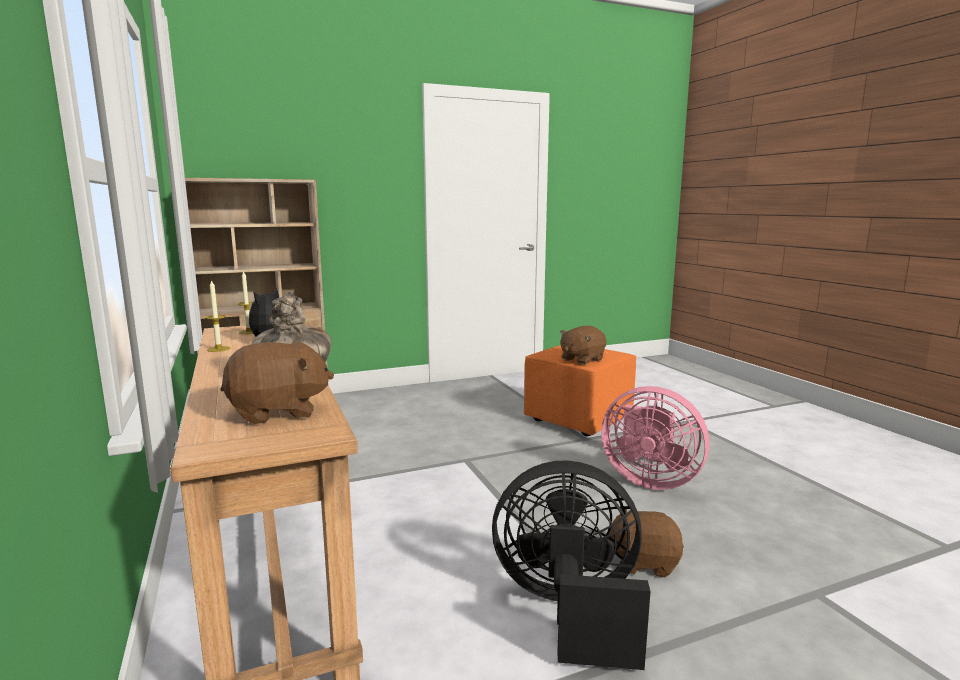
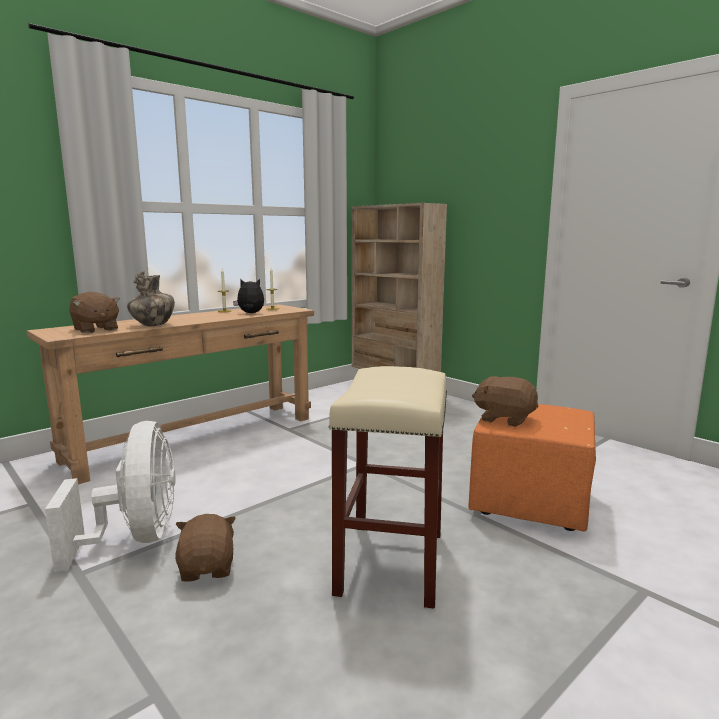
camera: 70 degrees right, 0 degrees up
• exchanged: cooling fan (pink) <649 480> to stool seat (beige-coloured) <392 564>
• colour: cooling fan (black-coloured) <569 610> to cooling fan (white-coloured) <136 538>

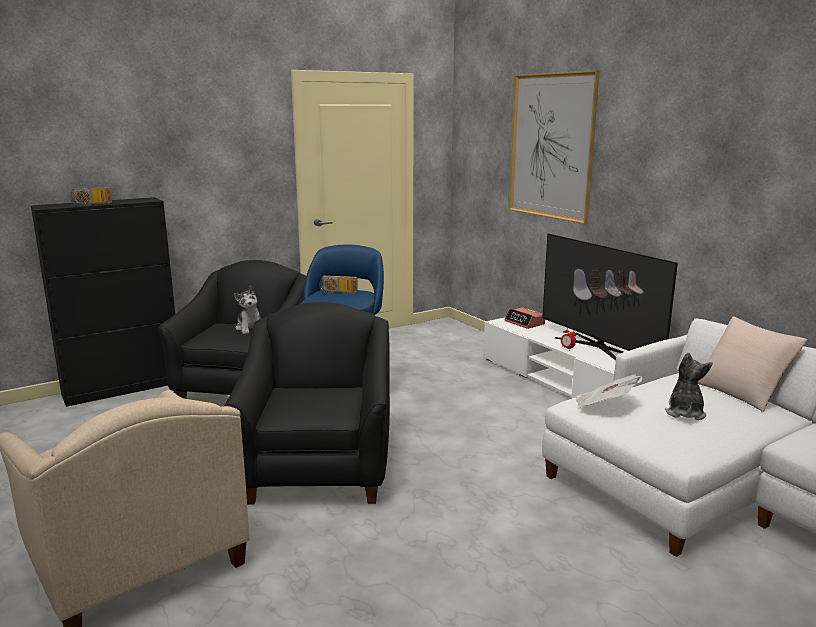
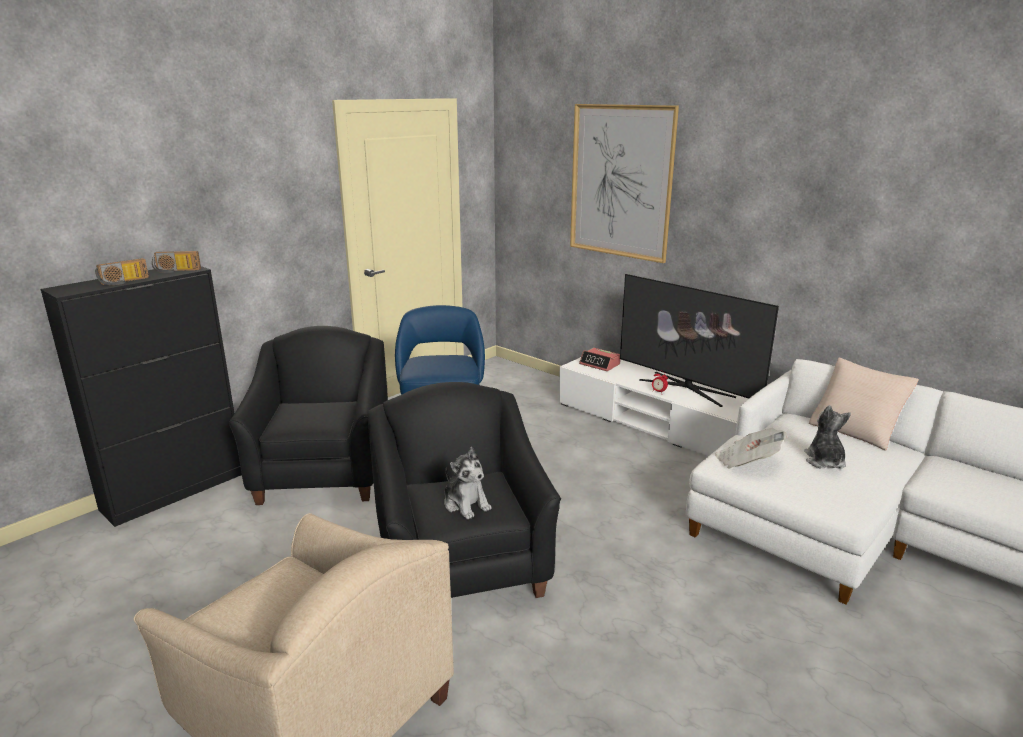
camera: 15 degrees left, 5 degrees up
• relocated: cuddly toy <250 328> to <466 504>
• relocated: radio receiver <337 292> to <176 271>

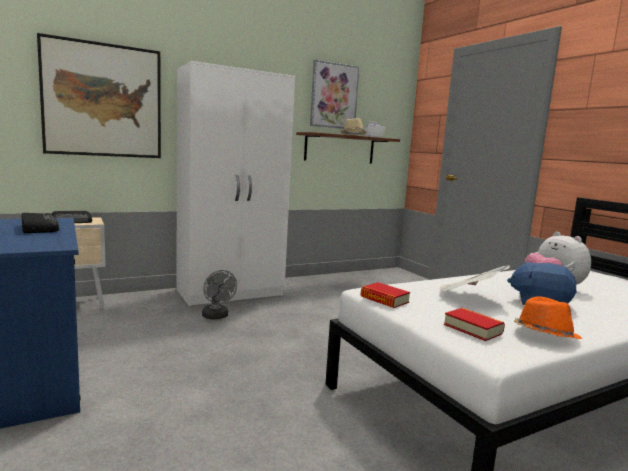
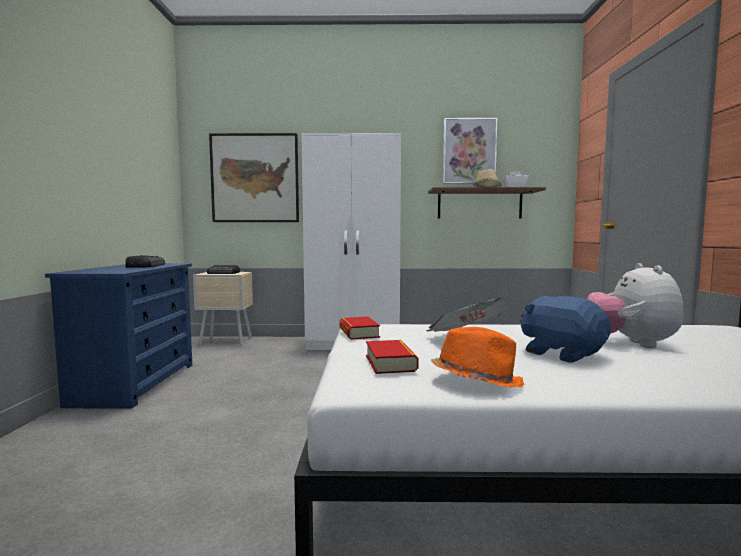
camera: 30 degrees right, 5 degrees down
• missing: cooling fan (greyish) <217 317>

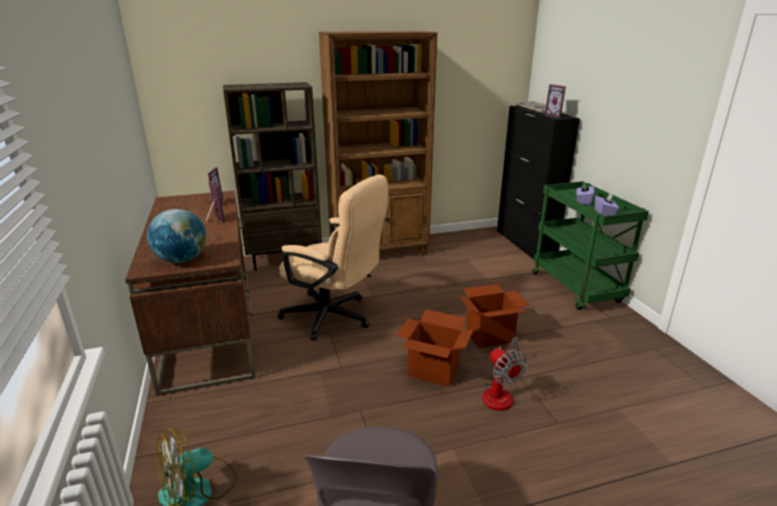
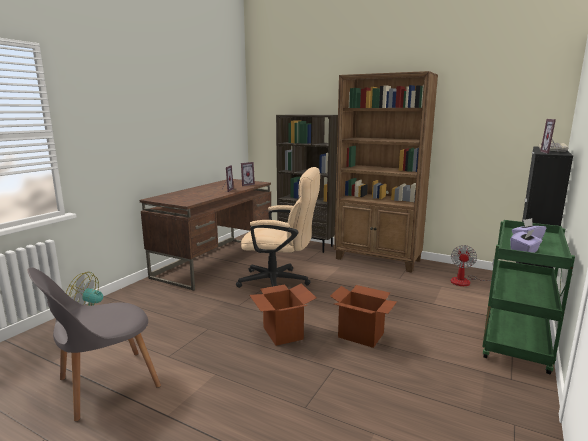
camera: 45 degrees right, 10 degrees down
• missing: globe <182 260>
• relocated: cooling fan <500 392> to <466 281>
• spun: office chair (beige-coloured) <334 318> = <280 282> 60 degrees counterclockwise

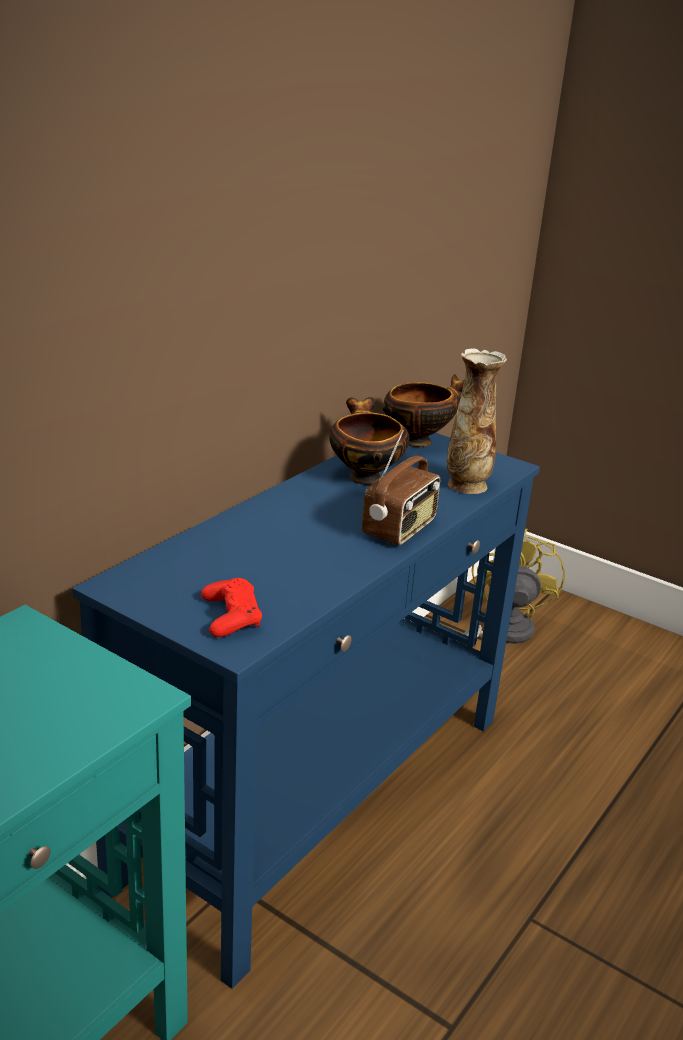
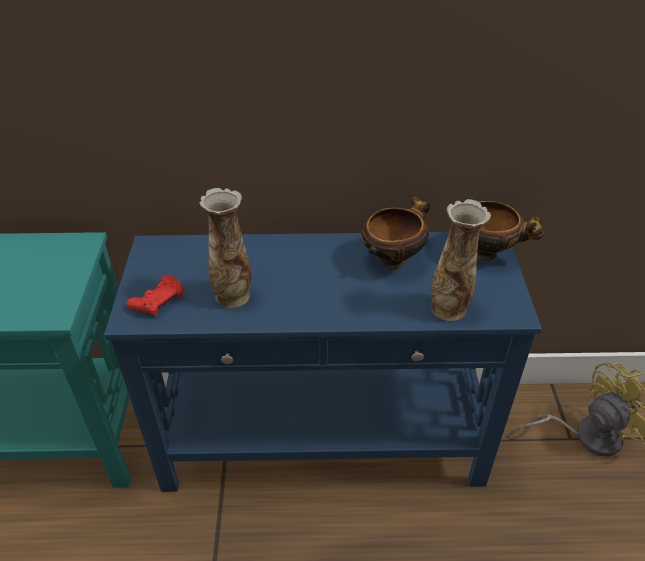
camera: 55 degrees right, 15 degrees up
• missing: radio receiver <400 529>
• appeared: decorative vase <232 295>

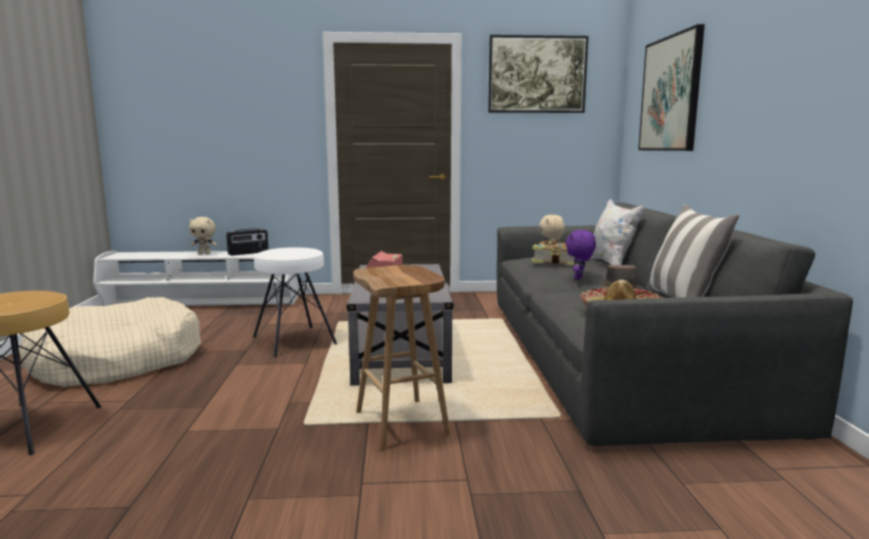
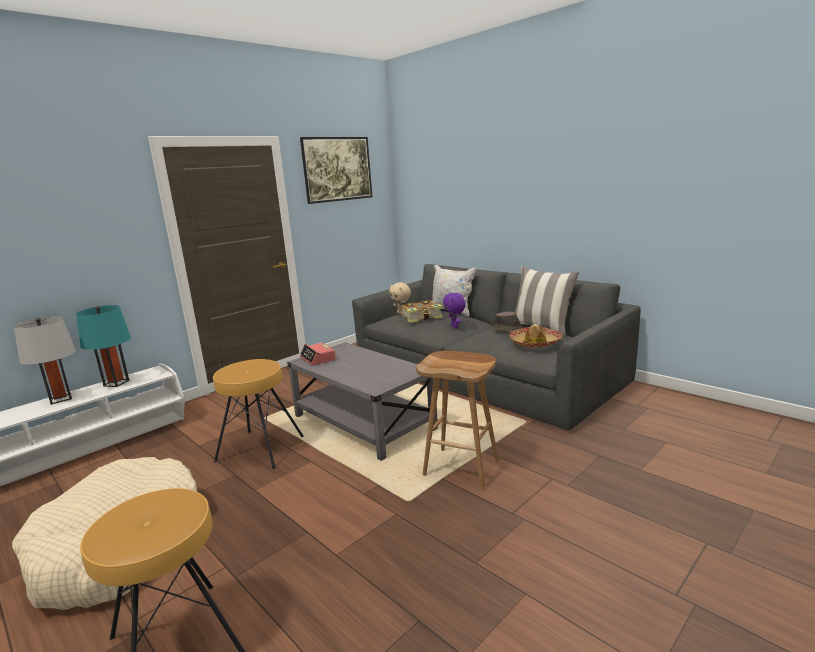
camera: 40 degrees left, 5 degrees up
• missing: picture <670 94>
• exchanged: cuddly toy (beige-coloured) <205 253> to lamp for a table (greyish) <61 399>
• exchanged: radio receiver <248 253> to lamp for a table (turquoise) <116 383>
• colour: stool seat (white-coloured) <293 341> to stool seat (brownish) <260 449>

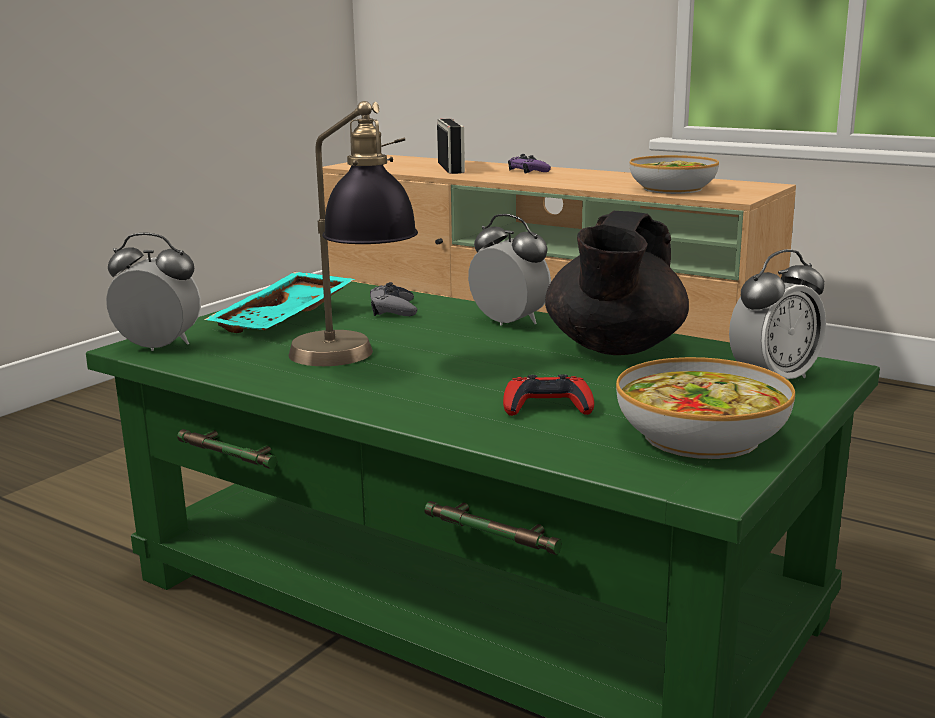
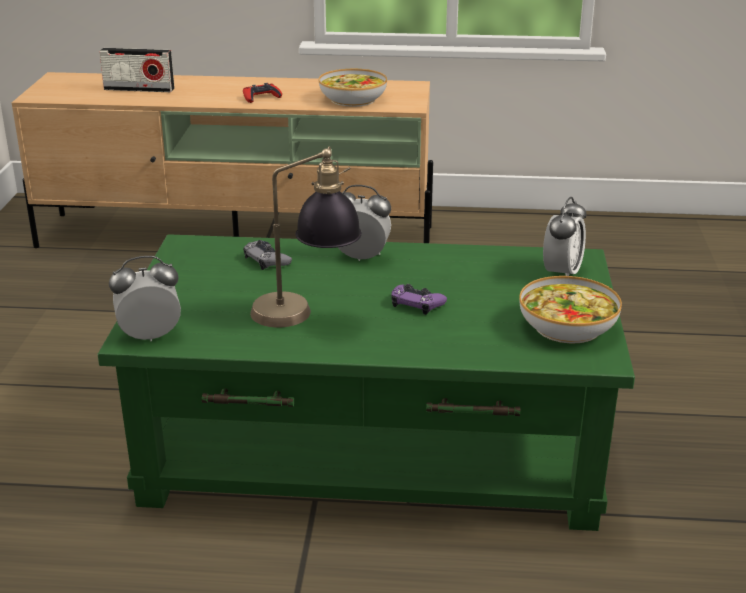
camera: 30 degrees left, 10 degrees up
• missing: serving tray (turquoise) <286 319>
• missing: tea pot (black-coloured) <614 348>
• relocated: game controller (red-coloured) <547 407> to <261 97>
• relocated: game controller (purple-coloured) <528 170> to <416 303>
• spun: radio receiver <451 168> = <139 89> 135 degrees clockwise

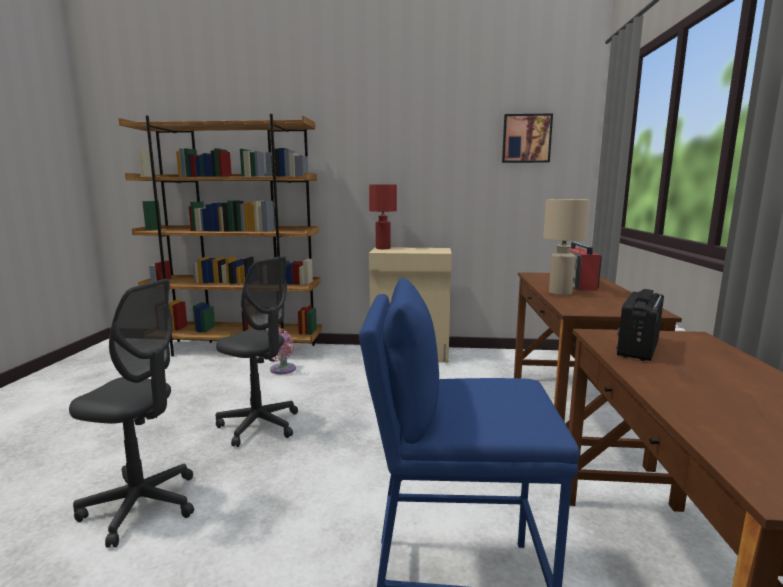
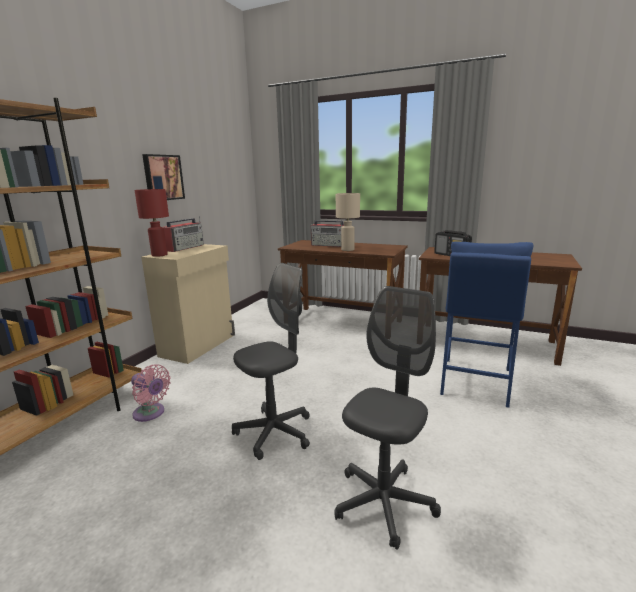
camera: 70 degrees left, 5 degrees up
• appeared: radio receiver <185 248>
• relocated: picture <526 138> to <163 177>

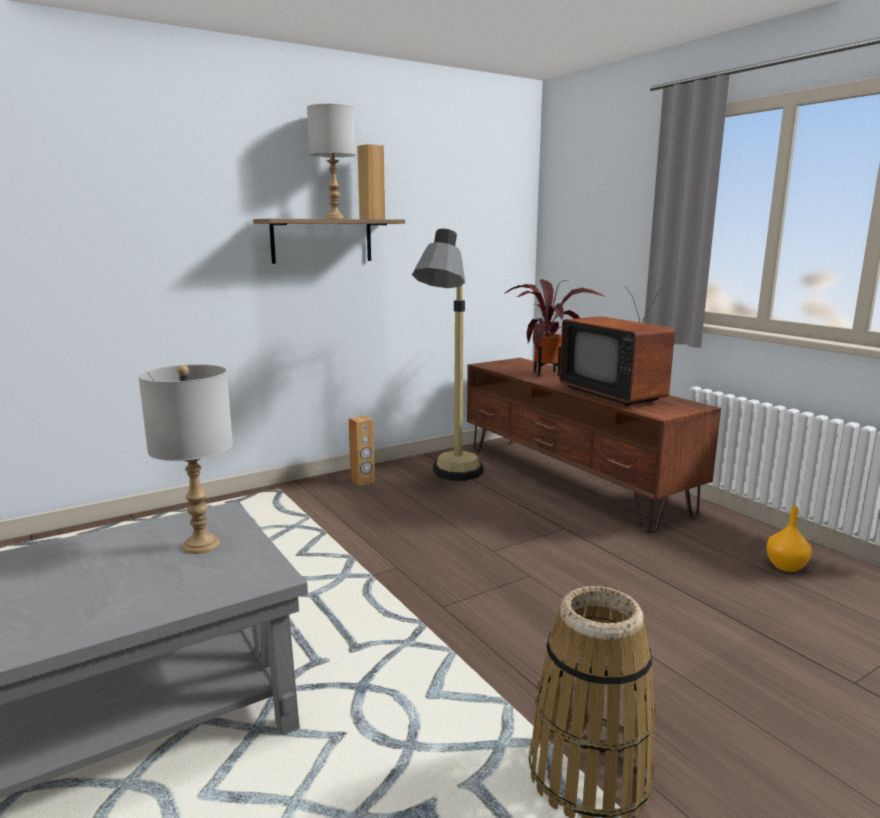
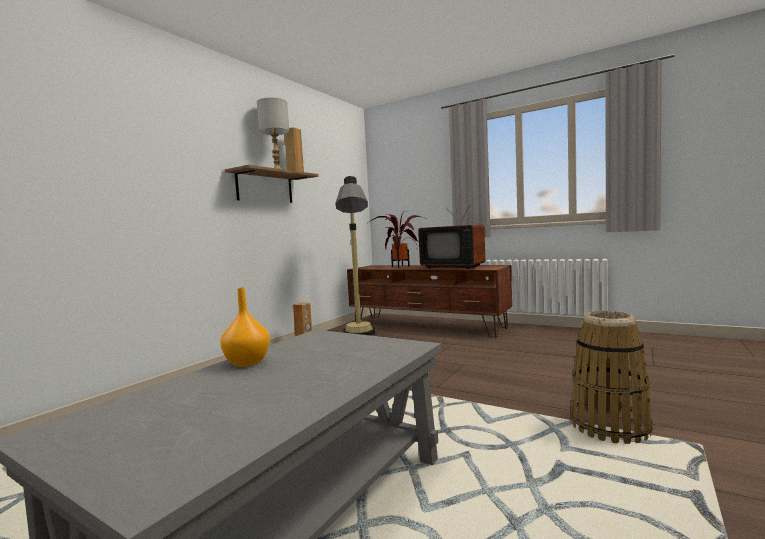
camera: 25 degrees left, 10 degrees down
• missing: lamp for a table (greyish) <200 545>
• relocated: decorative vase (orangey) <786 567> to <247 363>

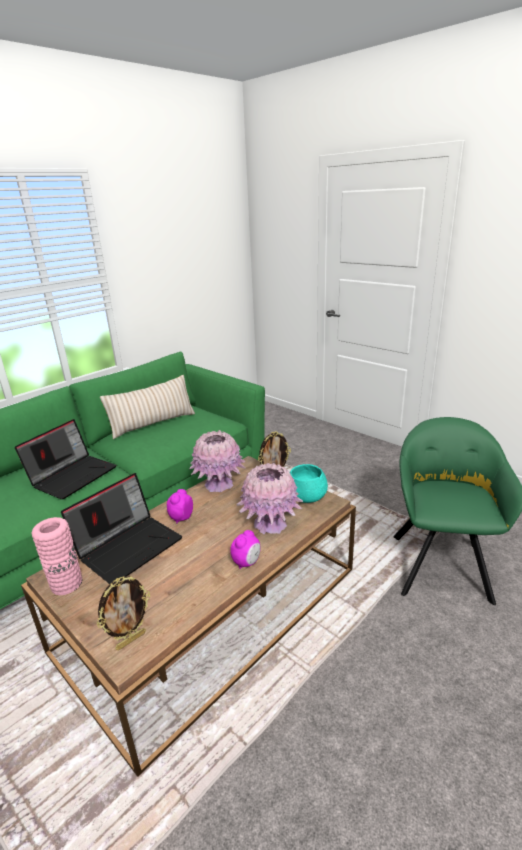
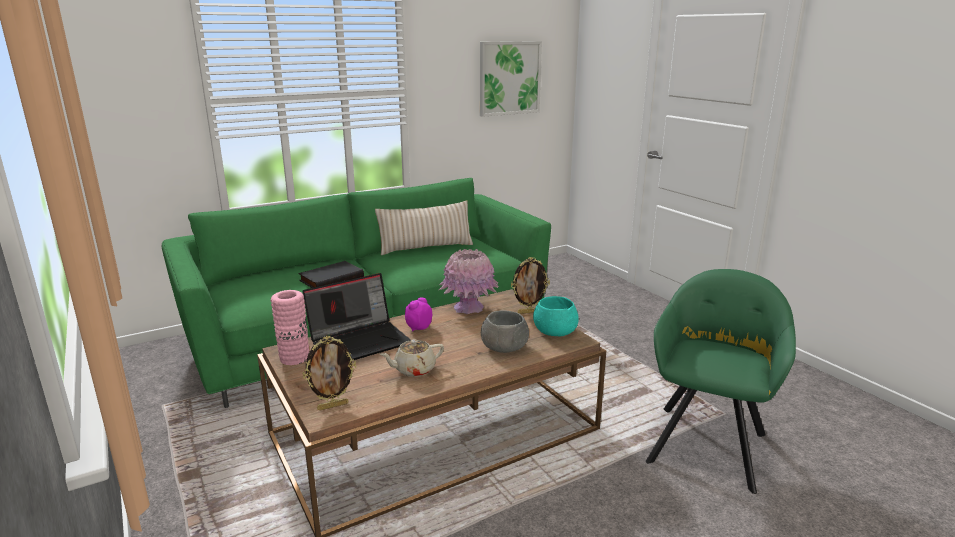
camera: 15 degrees right, 5 degrees down
• missing: alarm clock <247 562>
• appeared: tea pot (beige-coloured) <414 370>
• appeared: picture <509 78>
• exchanged: laptop <73 475> to book (black-coloured) <331 278>
• exchanged: decorative vase (pink) <270 524> to bowl (greyish) <504 347>

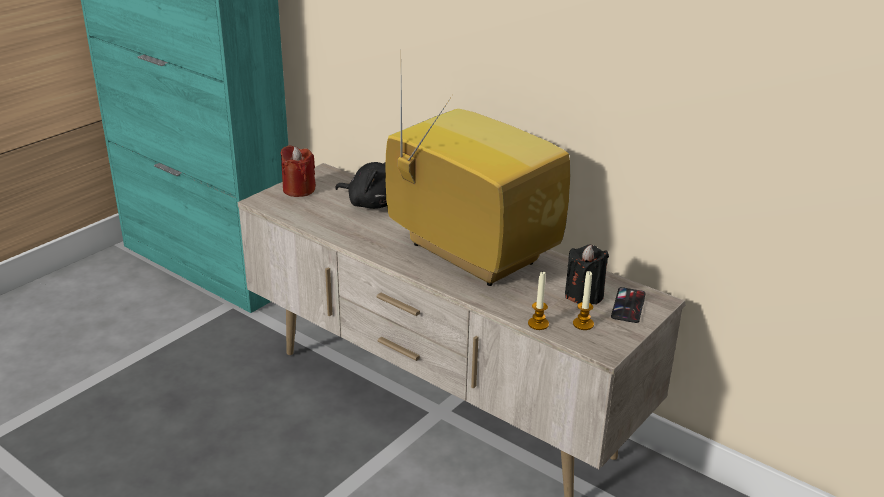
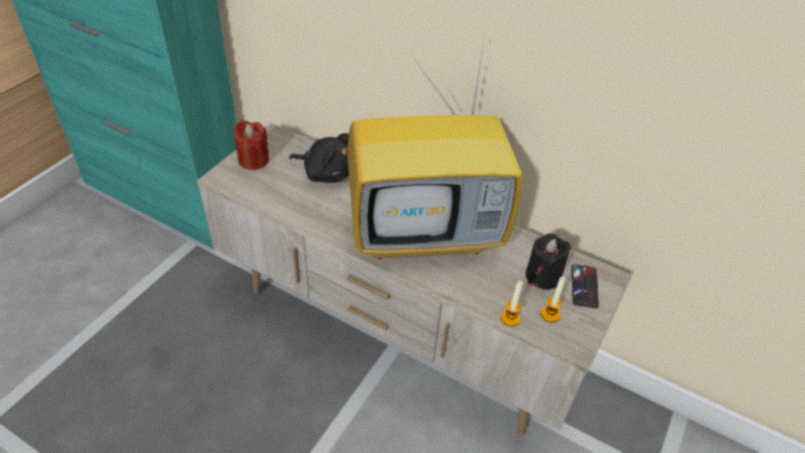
camera: 10 degrees left, 15 degrees up
• spun: TV set <467 253> = <427 232> 135 degrees clockwise

